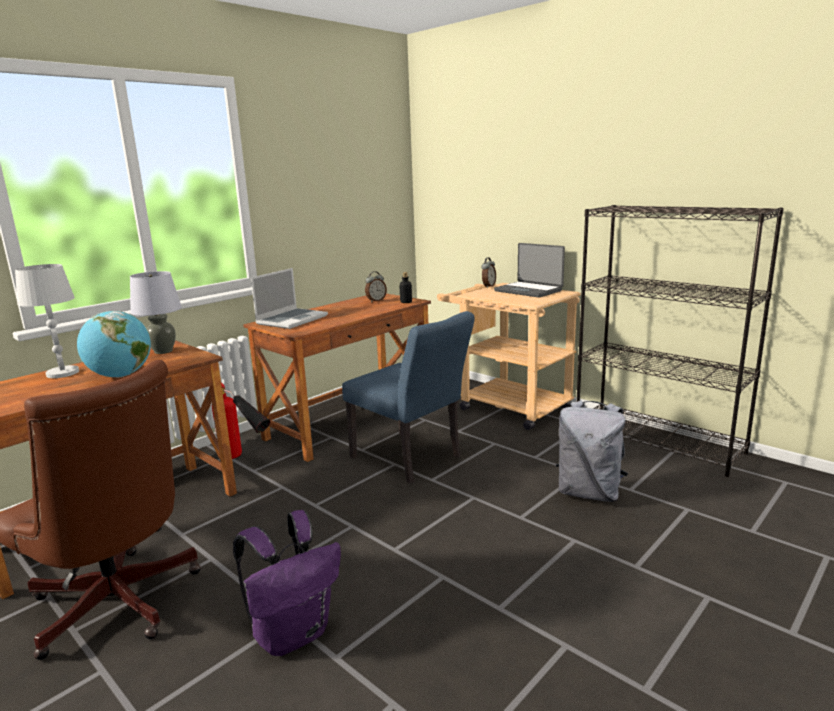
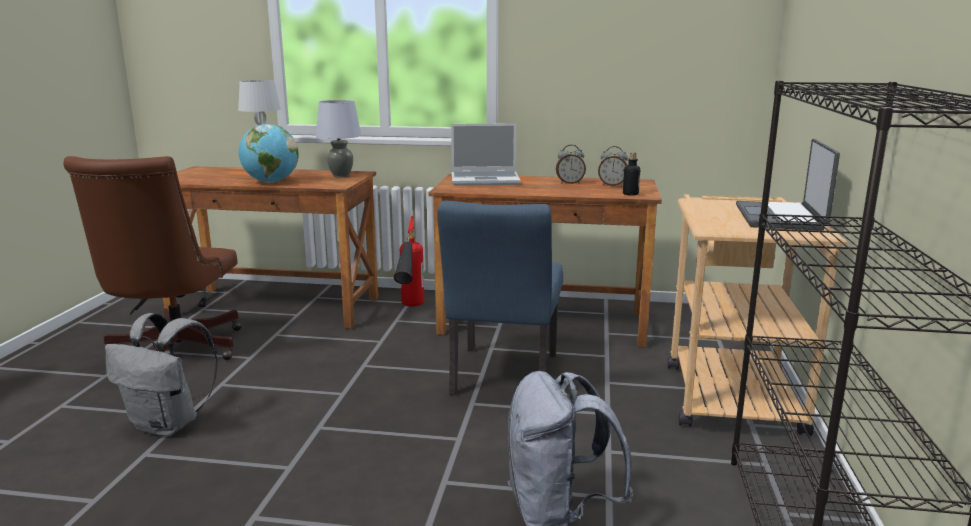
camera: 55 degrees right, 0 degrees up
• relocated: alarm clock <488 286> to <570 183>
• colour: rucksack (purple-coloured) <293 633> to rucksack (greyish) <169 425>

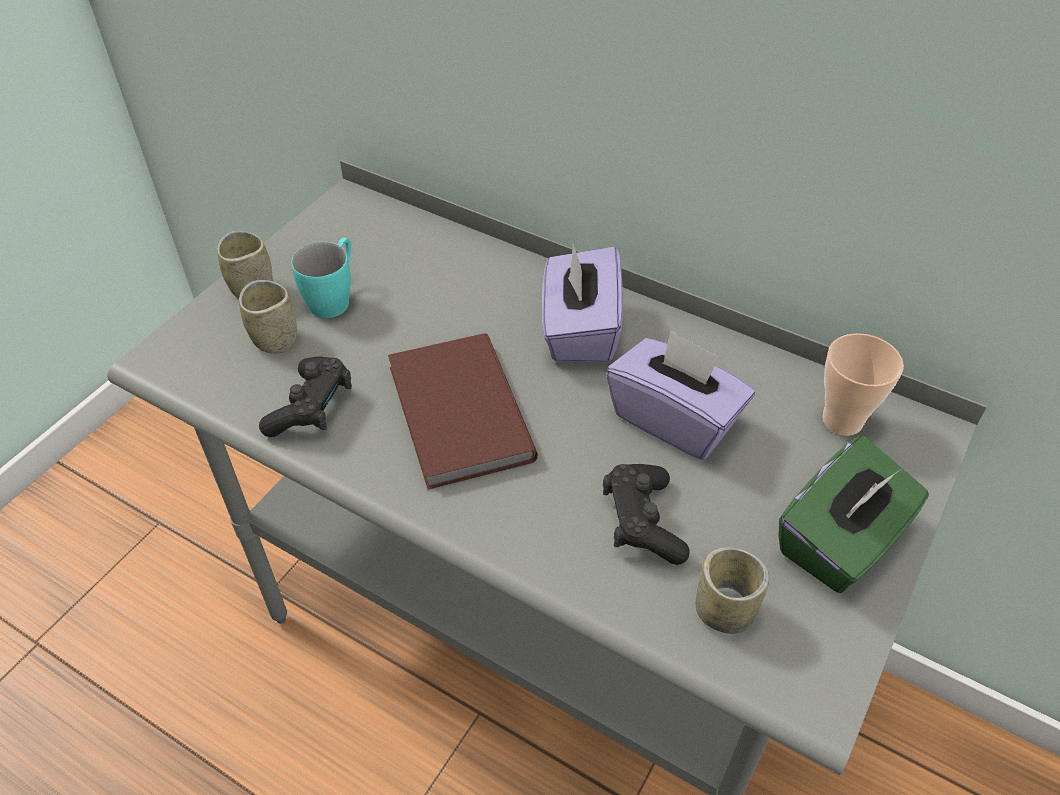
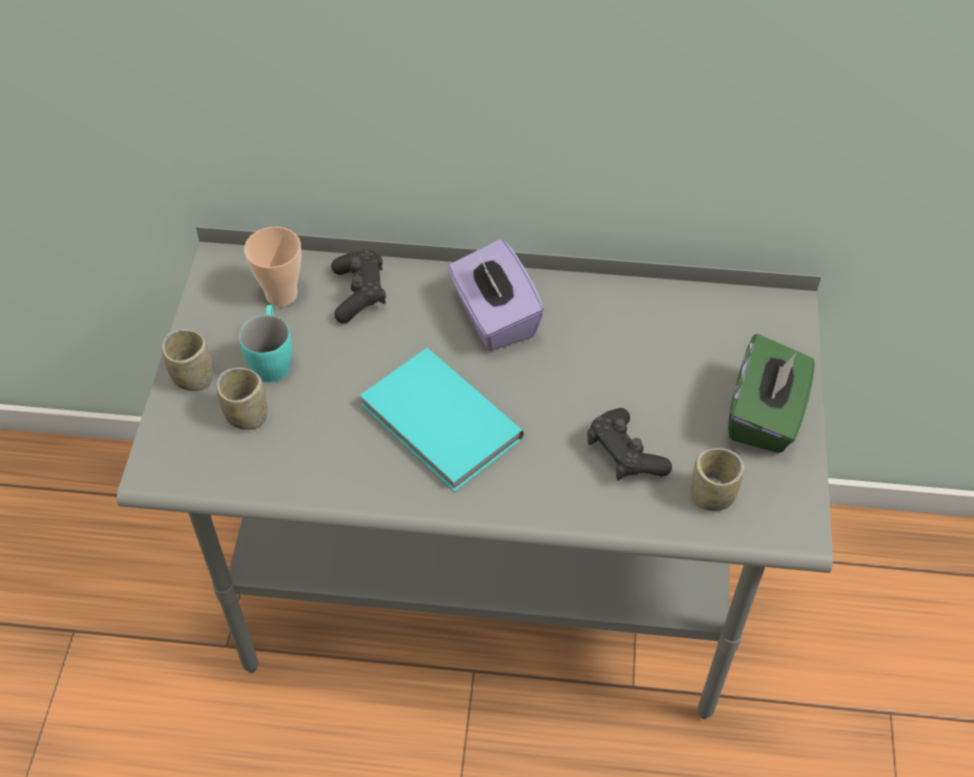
camera: 25 degrees left, 5 degrees up
• missing: tissue box (purple-coloured) <675 419>
• relocated: game controller (black-coloured) <311 408> to <359 294>
• relocated: drinking cup <842 420> to <281 295>
• colour: book (brownish) <456 415> to book (turquoise) <439 424>

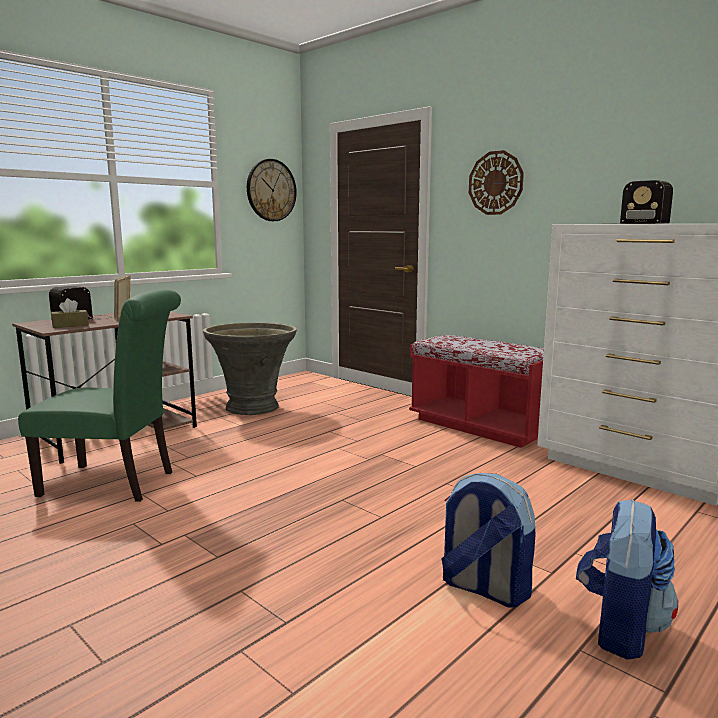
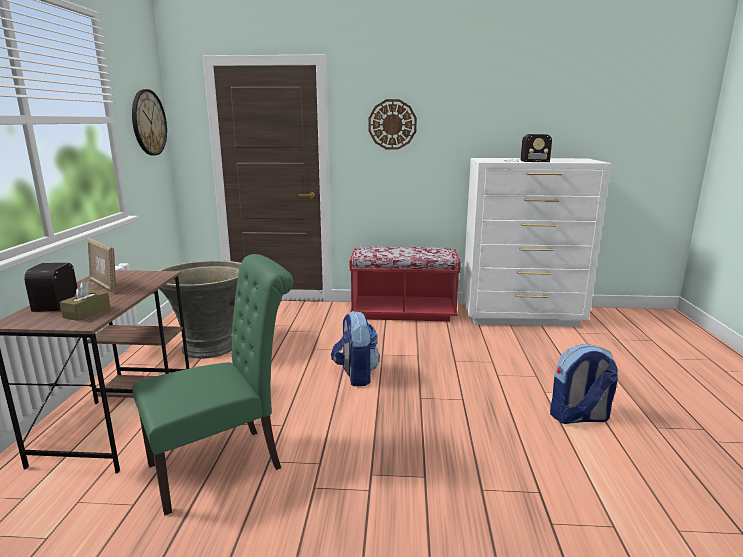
camera: 40 degrees left, 5 degrees up
• relocated: rucksack <619 628> to <355 375>

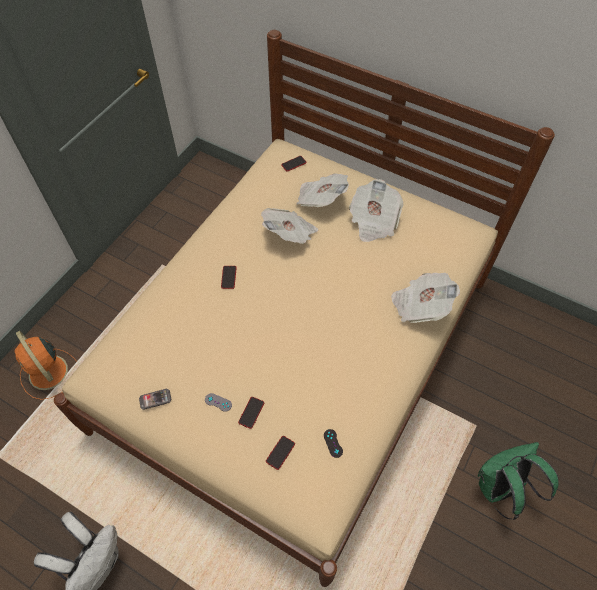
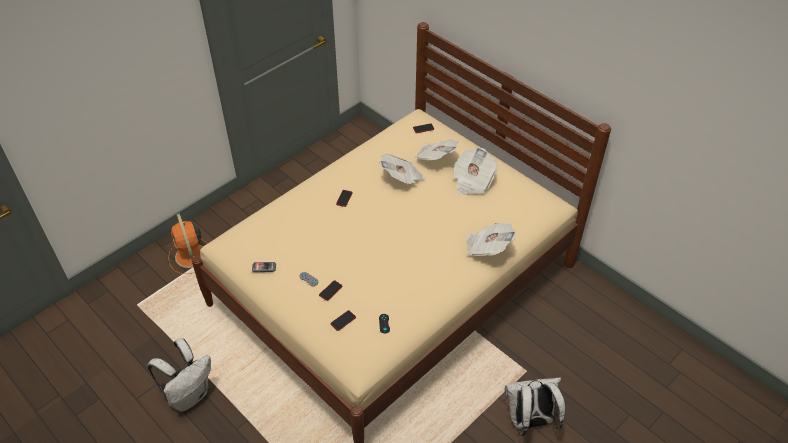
camera: 15 degrees right, 10 degrees down
• colour: rucksack (greenish) <499 488> to rucksack (white-coloured) <529 421>

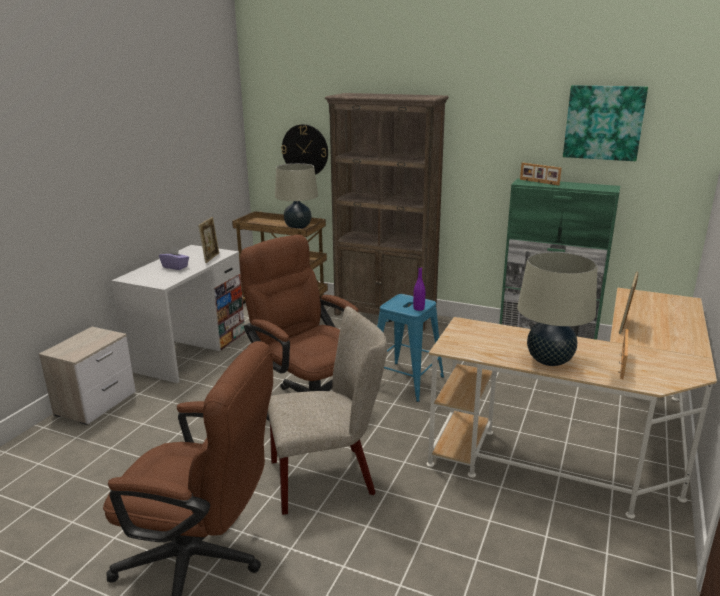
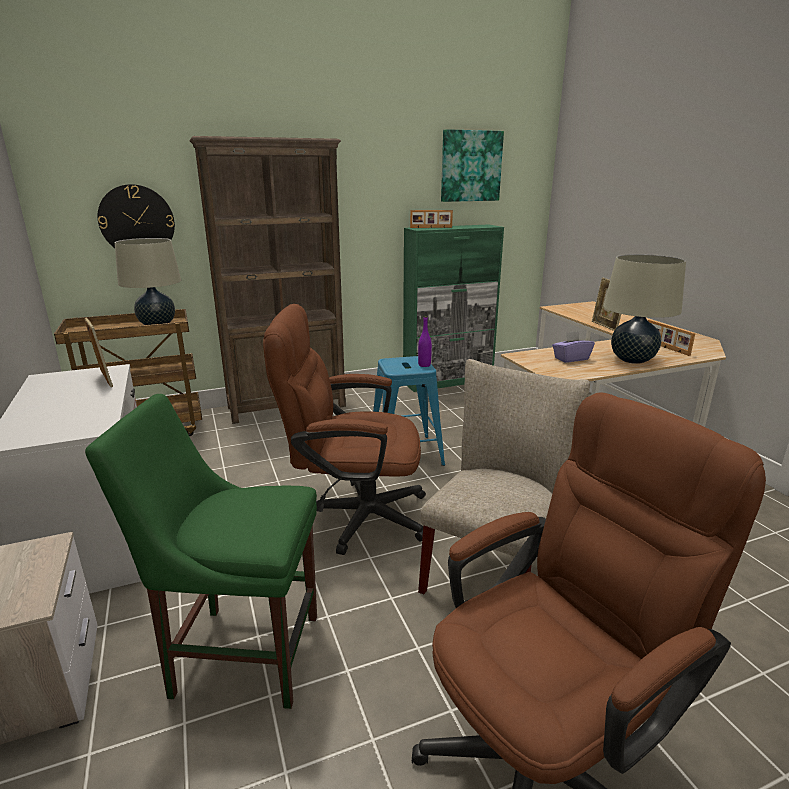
camera: 45 degrees left, 0 degrees up
• appeared: plain chair (greenish) <240 652>
• relocated: tissue box (purple-coloured) <175 267> to <571 359>

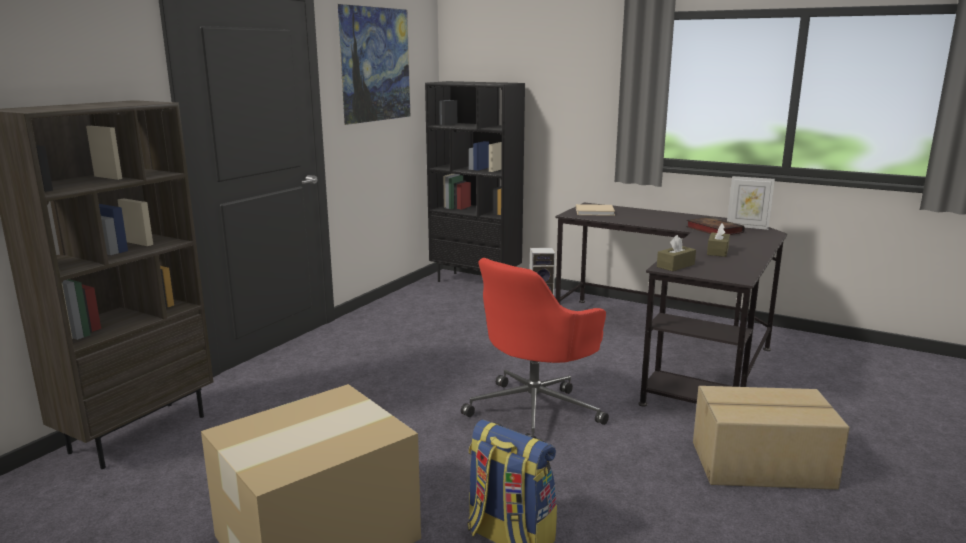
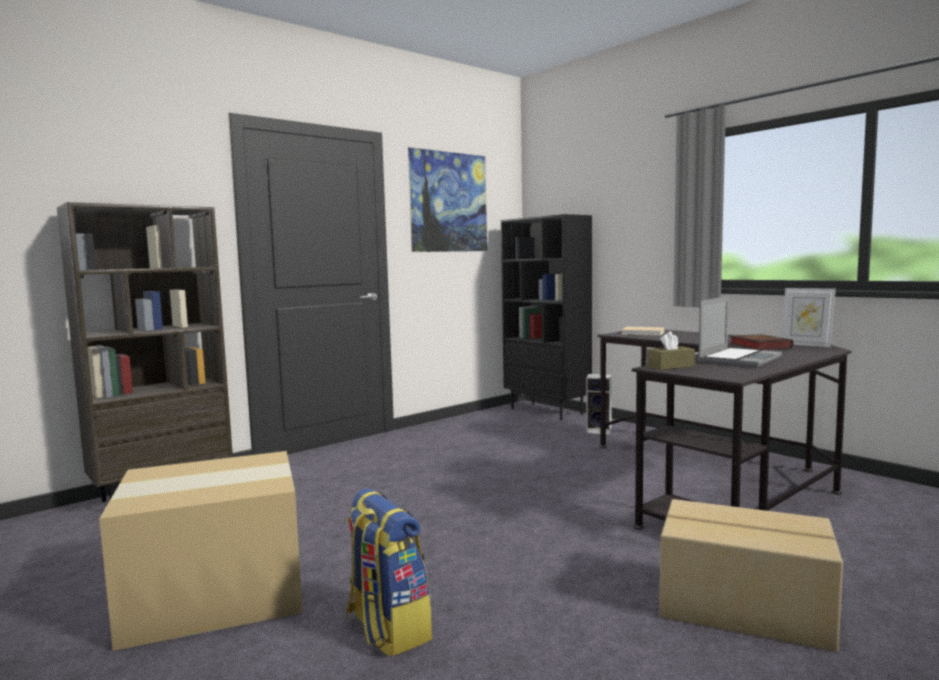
camera: 20 degrees right, 10 degrees down
• missing: office chair (red-coloured) <535 410>
• exchanged: tissue box (brownish) <717 251> to laptop <738 359>

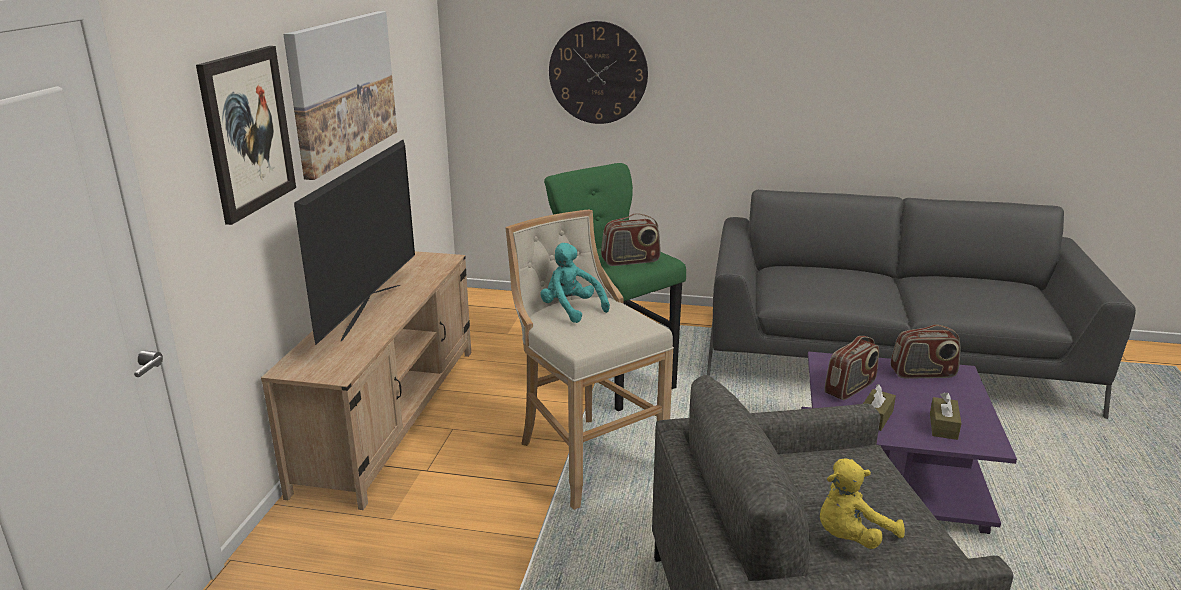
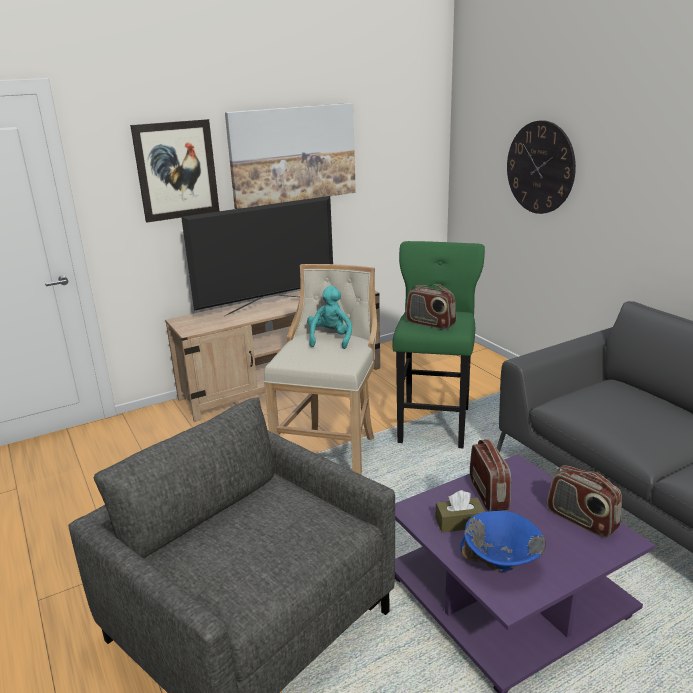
camera: 50 degrees right, 0 degrees up
• missing: cuddly toy (yellowish) <851 537>
• exchanged: tissue box (brownish) <943 426> to bowl (blue) <501 562>
• spun: radio receiver <850 388> = <489 494> 105 degrees counterclockwise

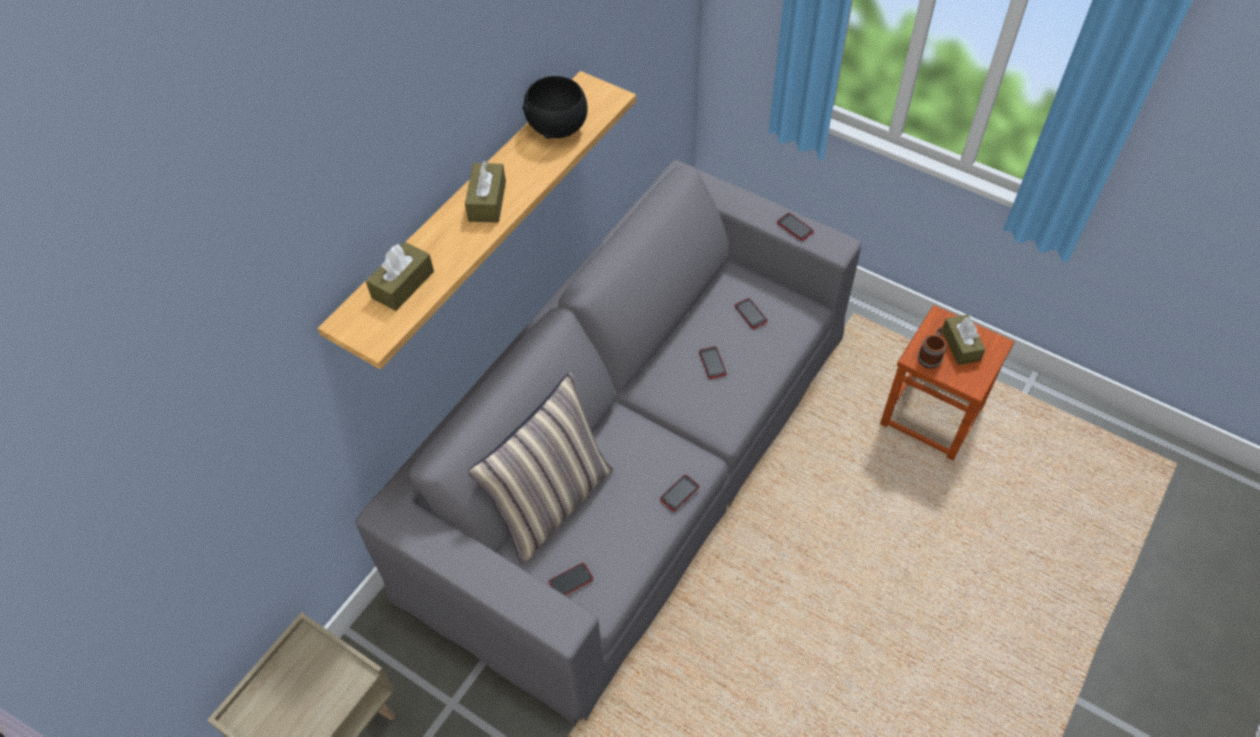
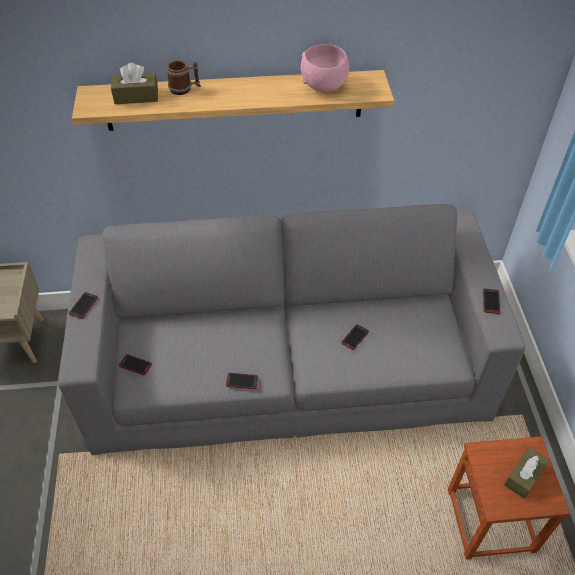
camera: 50 degrees right, 5 degrees down
• missing: tissue box (brownish) <487 201>
• missing: throw pillow <551 501>
• relocated: telephone <750 314> to <83 306>
• relocated: coffee mug <930 356> to <184 88>
• colour: bowl (black-coloured) <558 127> to bowl (pink) <324 86>

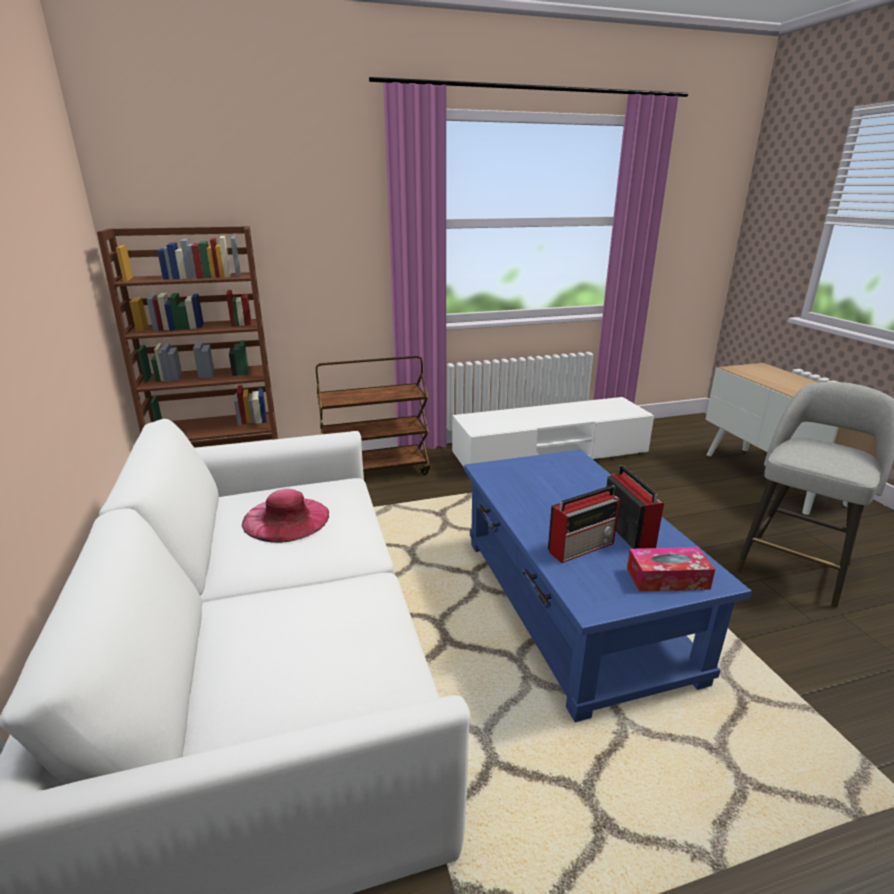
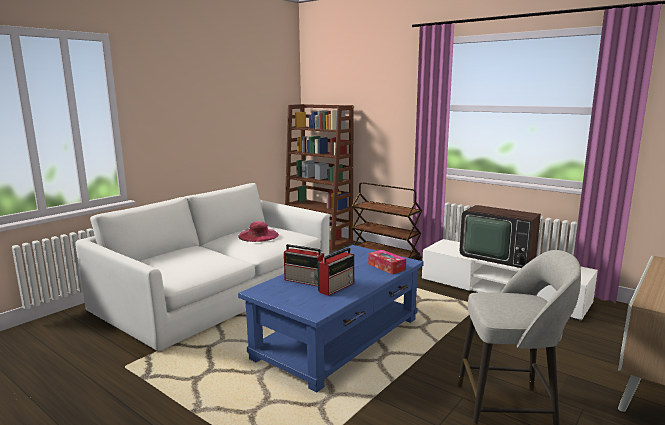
camera: 55 degrees right, 10 degrees down
• appeared: TV set <497 256>
• relocated: tissue box <667 578> to <386 267>

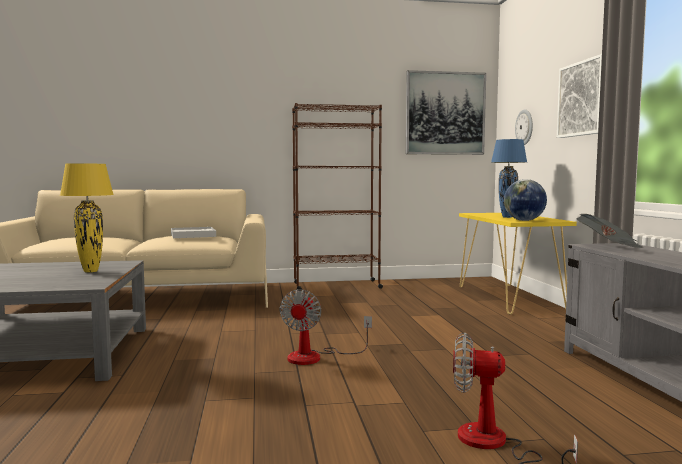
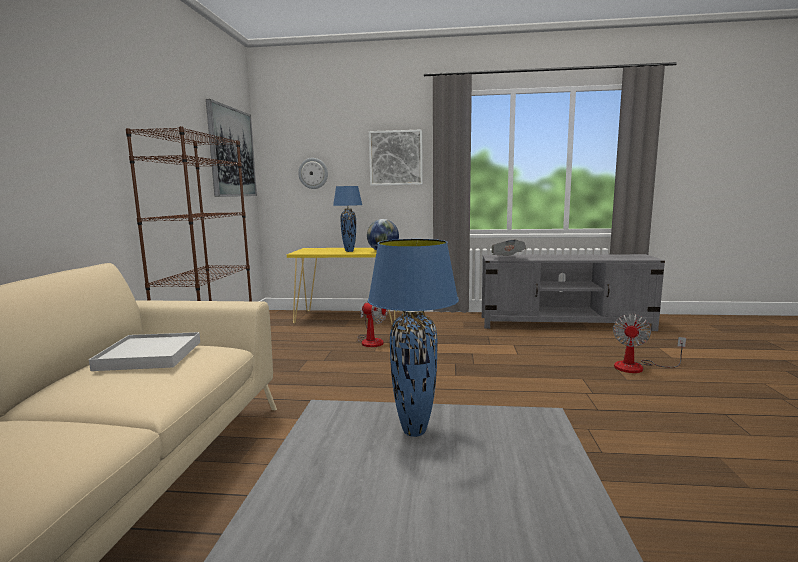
camera: 75 degrees left, 5 degrees up
• relocated: cooling fan <315 357> to <371 341>
• colour: lamp for a table (yellowish) <91 271> to lamp for a table (blue) <414 431>

